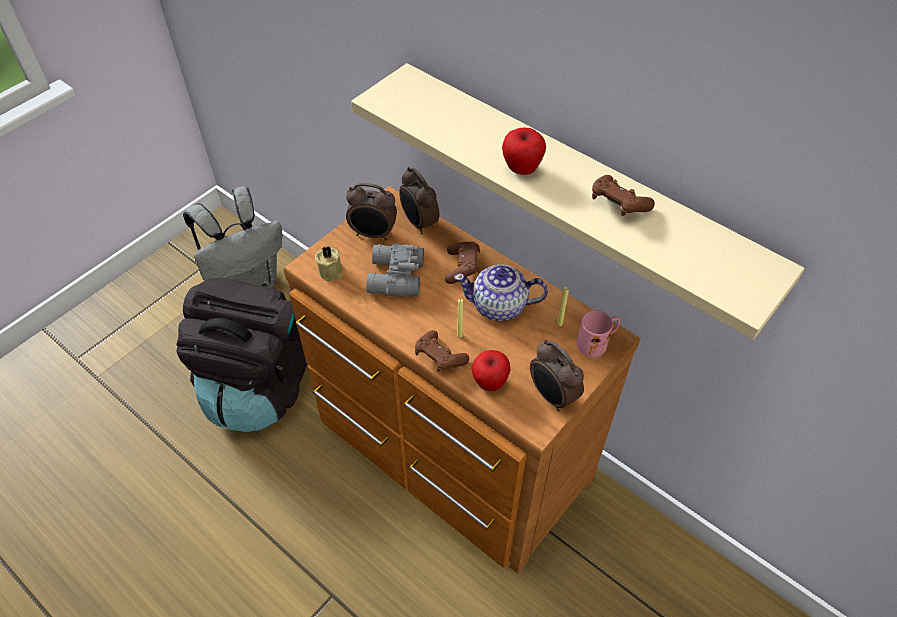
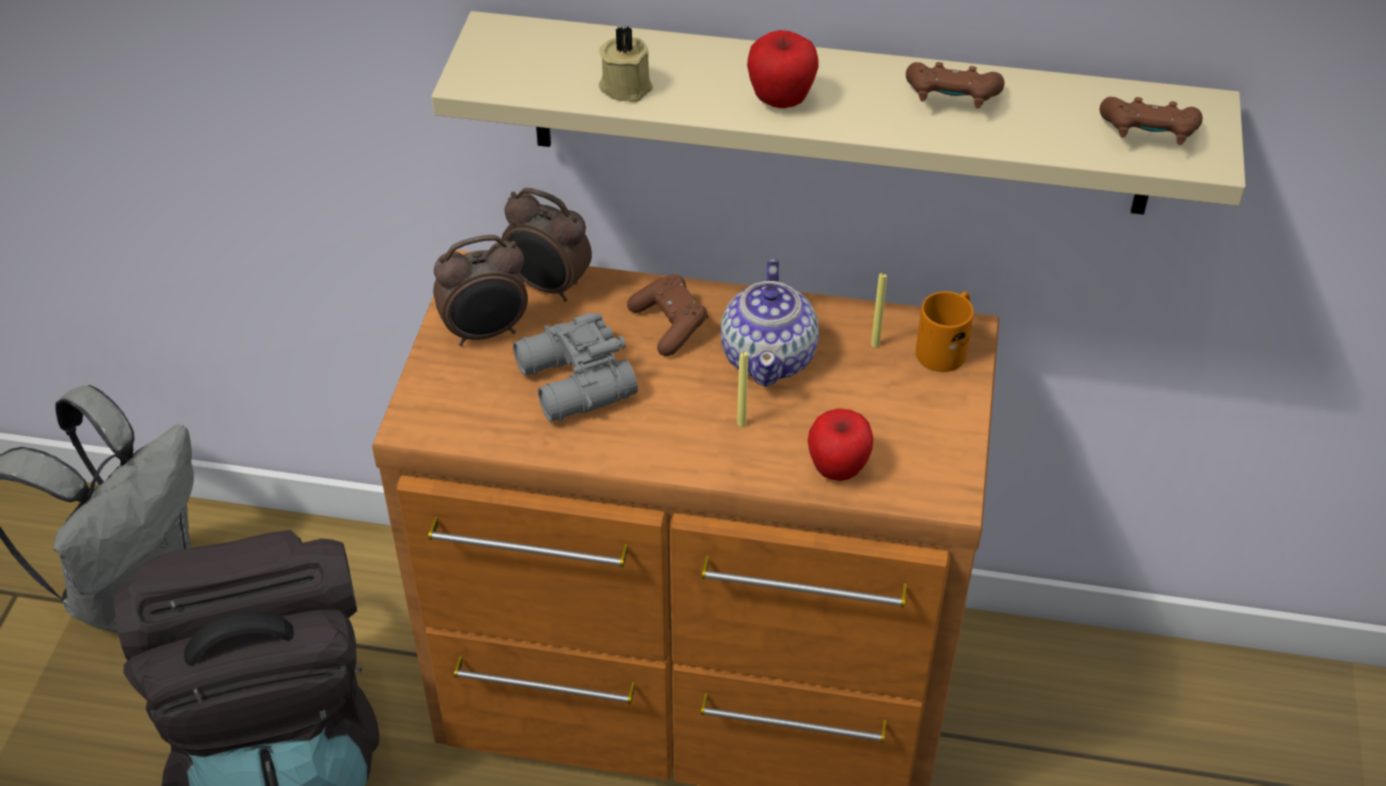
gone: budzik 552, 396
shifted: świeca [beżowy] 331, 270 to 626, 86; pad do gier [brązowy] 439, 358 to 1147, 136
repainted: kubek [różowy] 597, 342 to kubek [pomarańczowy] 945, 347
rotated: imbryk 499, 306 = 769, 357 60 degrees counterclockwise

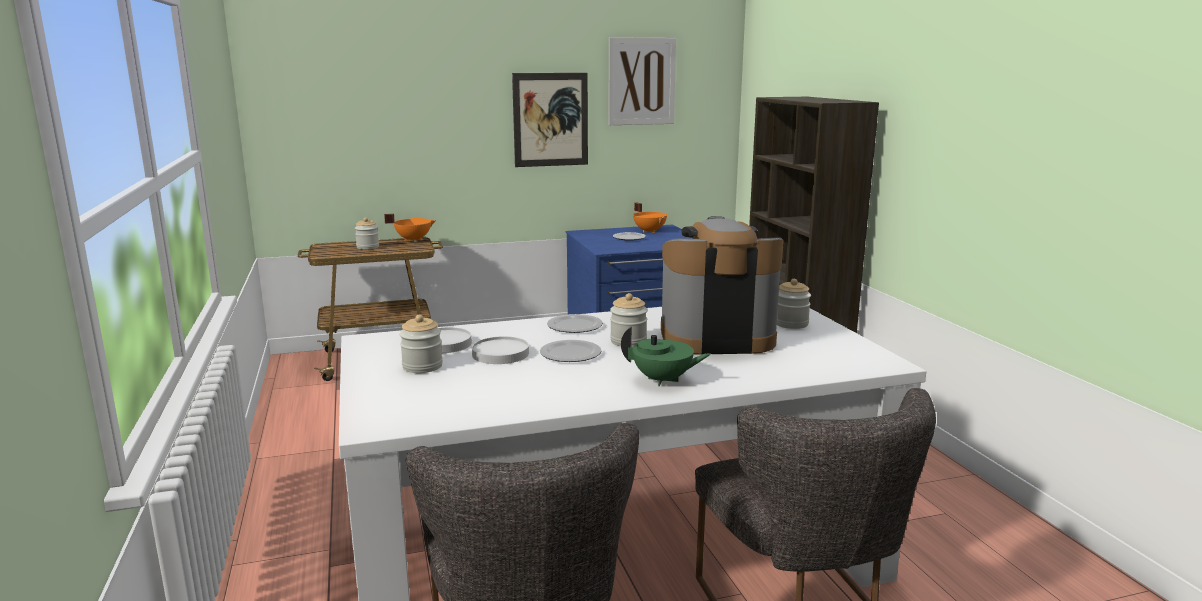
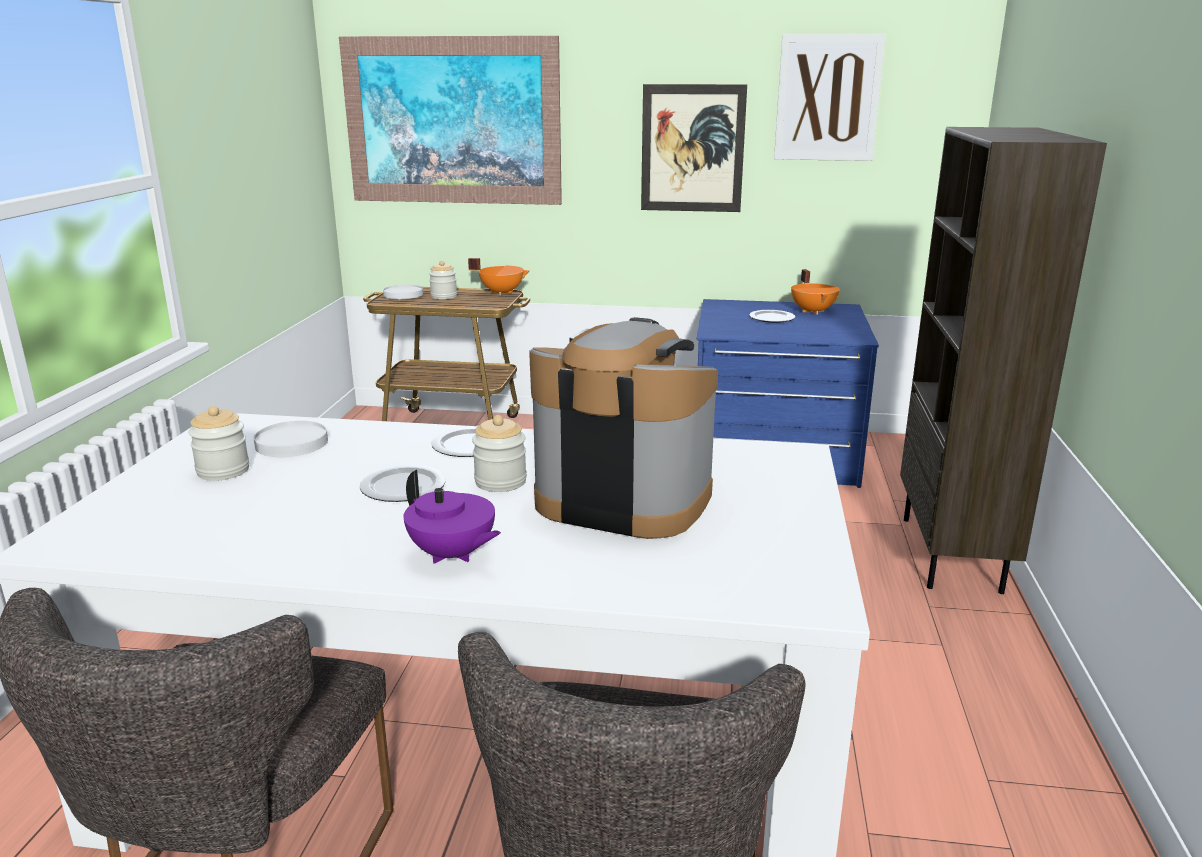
gone: słoik 791, 324
new: obraz 452, 121
shifted: talerz [biały] 501, 354 to 403, 294
repainted: imbryk [zielony] 663, 380 to imbryk [fioletowy] 452, 555

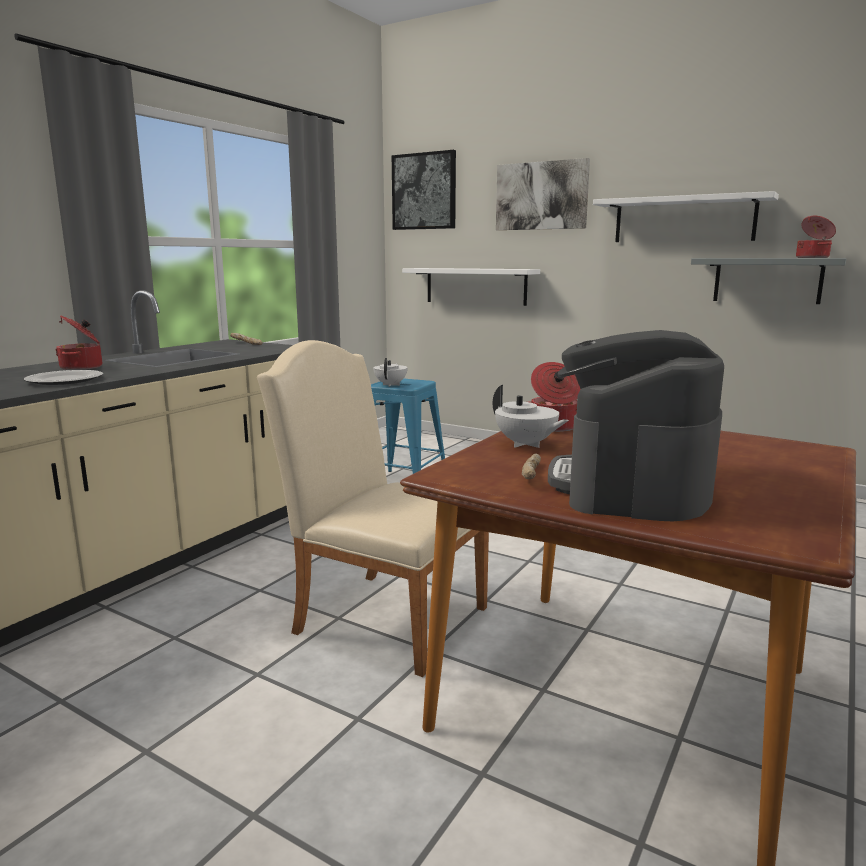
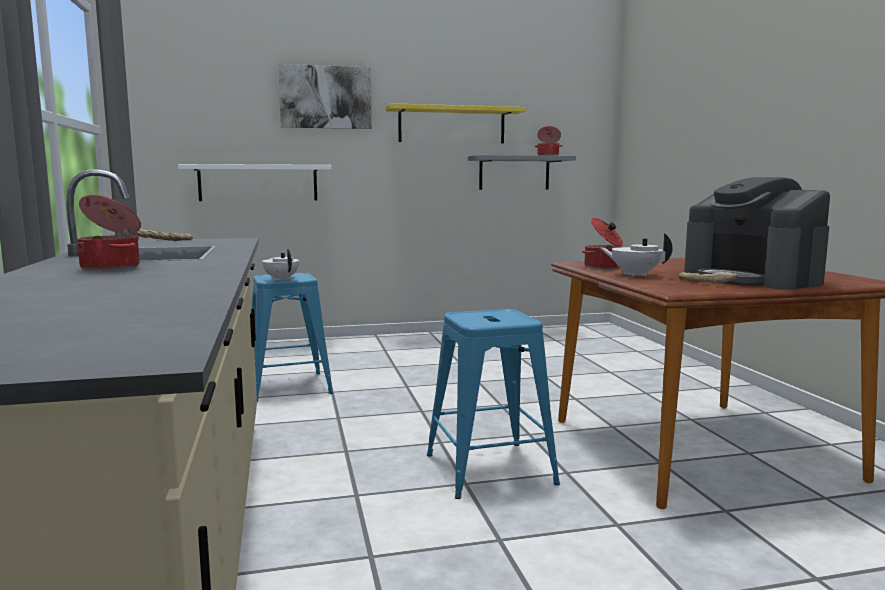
gone: talerz 65, 380; obraz 424, 191
swapped: krzesło [beżowy] 381, 616 to stołek [niebieski] 490, 469
repainted: półka [biały] 683, 220 to półka [żółty] 452, 125
rotated: imbryk [biały] 526, 444 = 634, 274 150 degrees counterclockwise

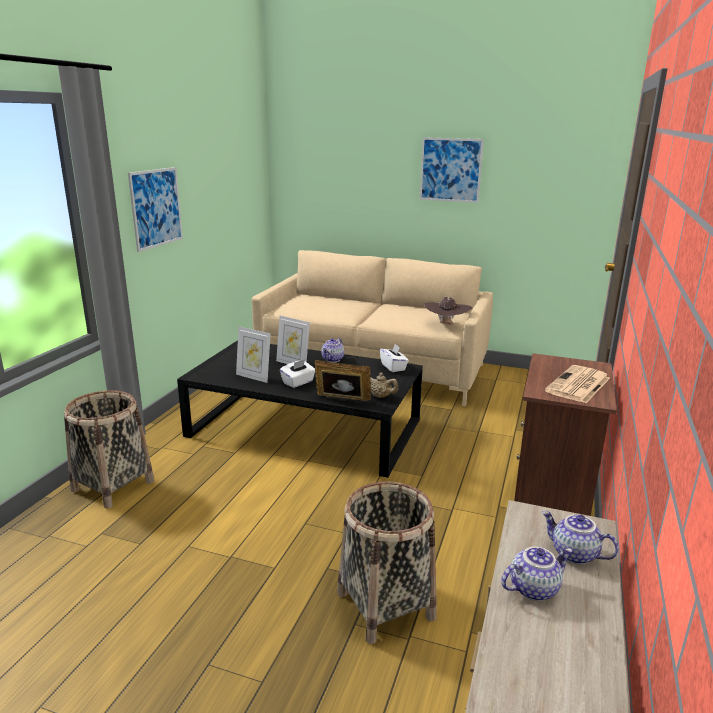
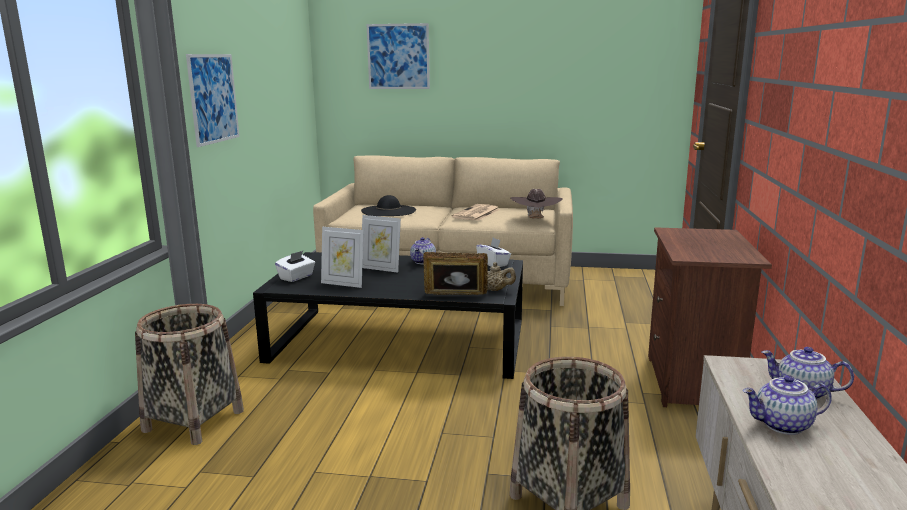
new: kapelusz [czarny] 388, 211
shifted: pudełko chusteczek [biały] 298, 382 to 296, 277; obraz 450, 170 to 398, 56; gazeta 578, 385 to 476, 213
rotated: imbryk 533, 588 = 783, 425 150 degrees counterclockwise

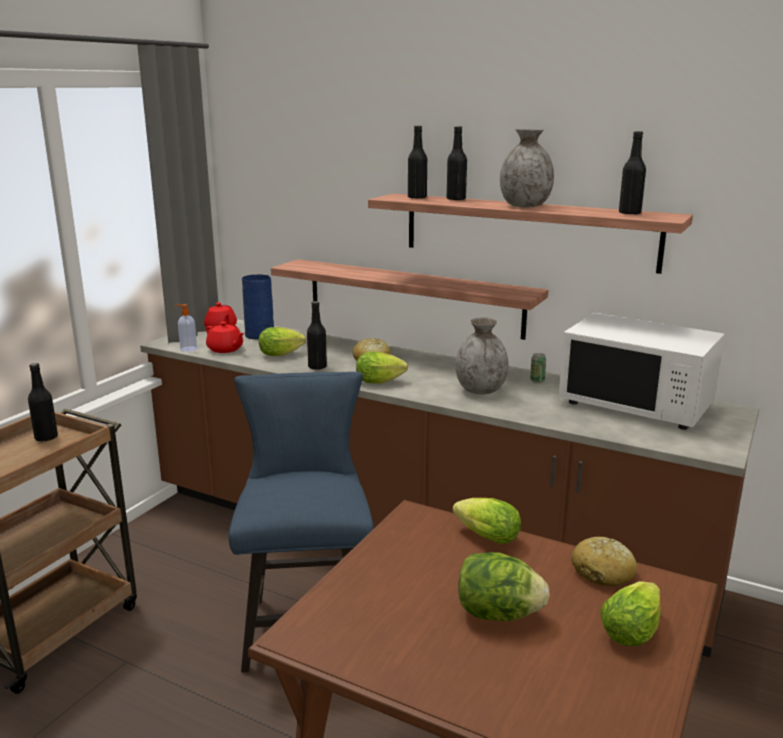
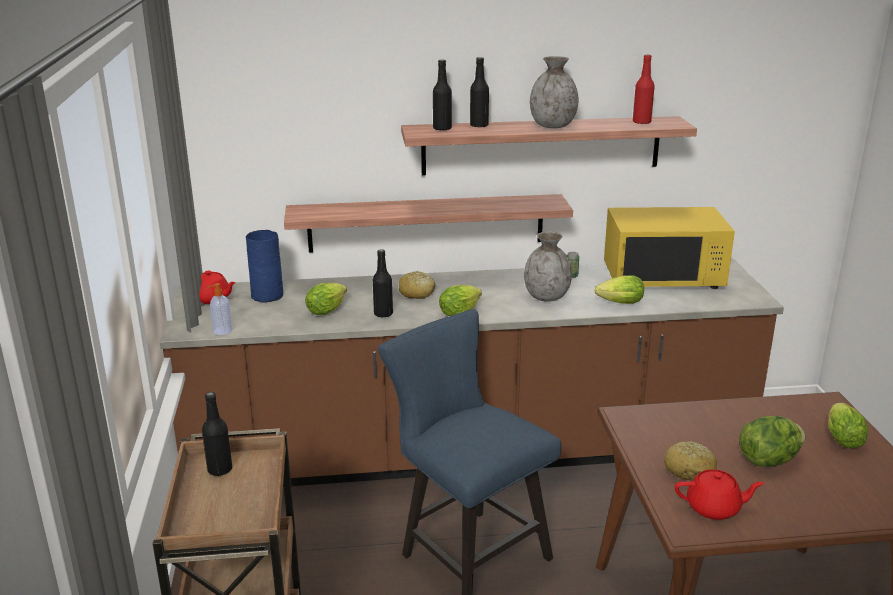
shifted: imbryk [czerwony] 225, 349 to 714, 508; sałata 483, 536 to 618, 303; chleb 603, 572 to 689, 470
repainted: mikrofalówka [biały] 636, 405 to mikrofalówka [żółty] 663, 277; butelka [czarny] 629, 213 to butelka [czerwony] 641, 122

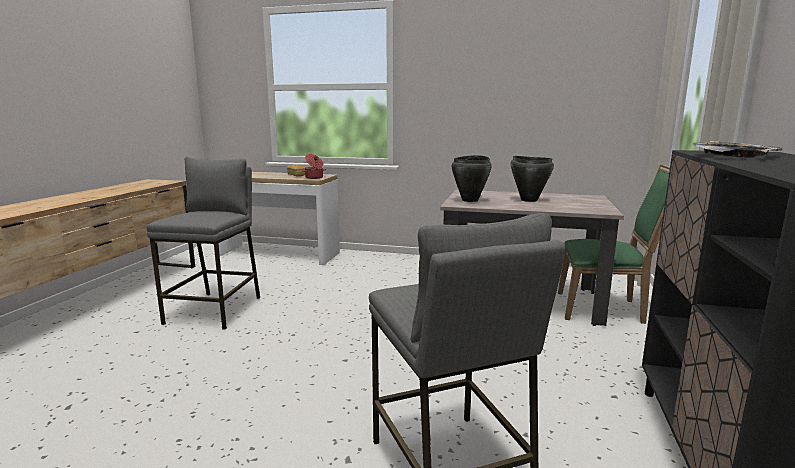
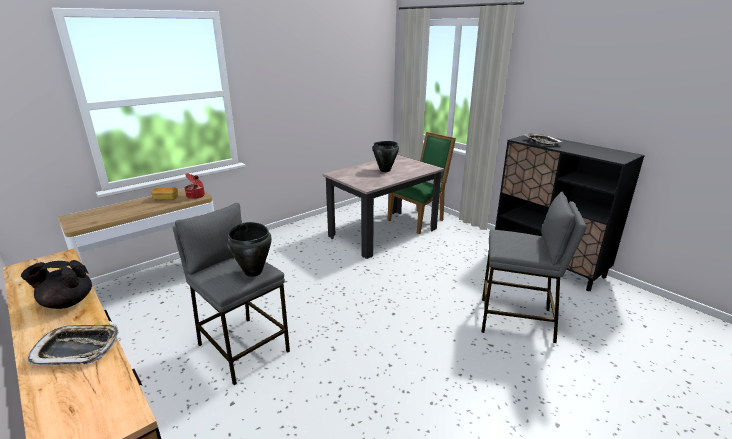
new: imbryk [czarny] 67, 302; taca 77, 348
shifted: garnek [czarny] 470, 200 to 253, 272

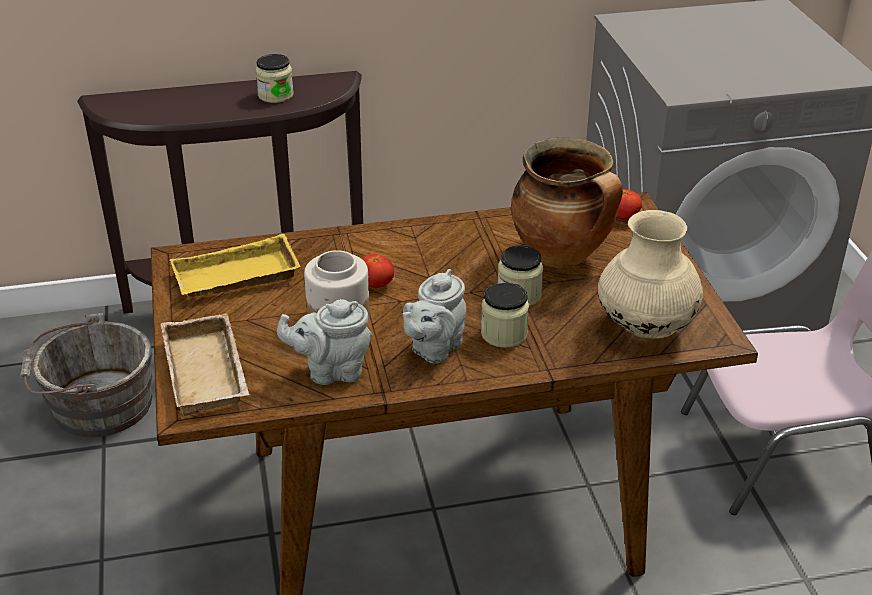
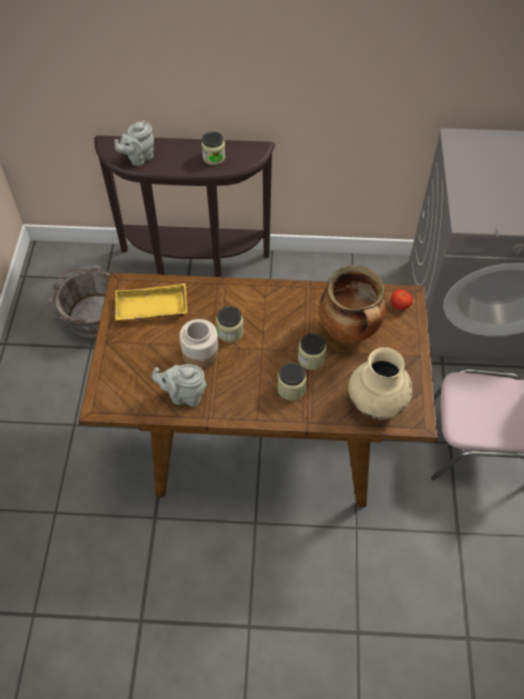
gone: taca [beżowy] 209, 372
shifted: imbryk [szary] 434, 349 to 138, 158
swapped: pomidor 376, 285 to słoik 230, 332

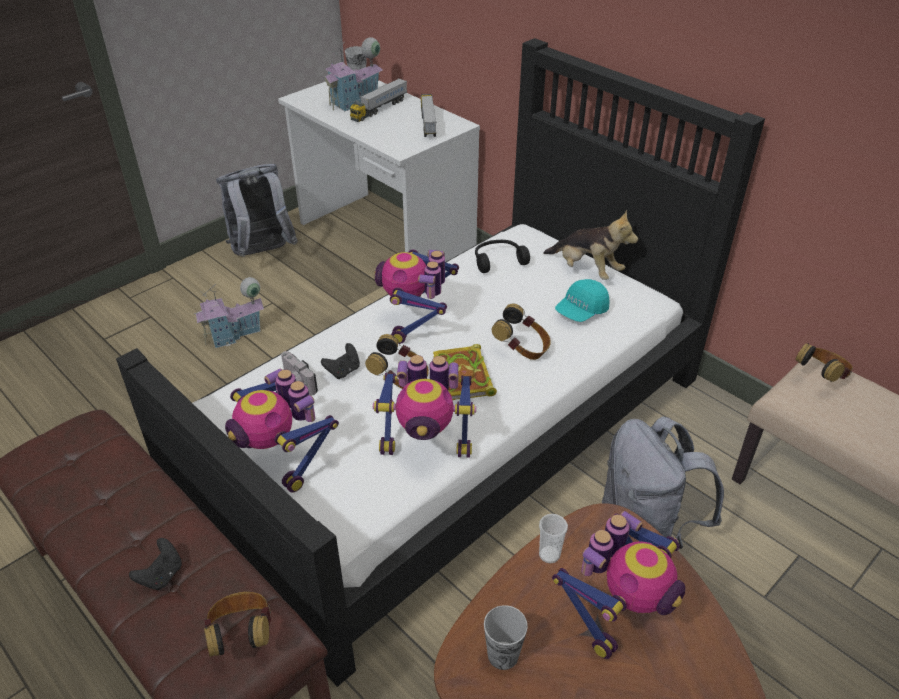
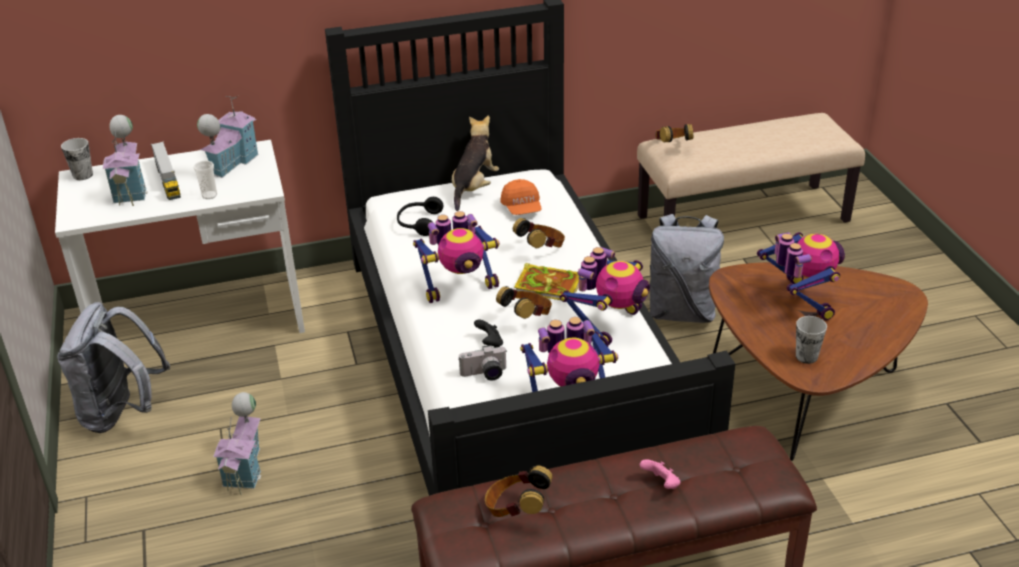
shifted: słuchawki 242, 635 to 516, 510; filiżanka 549, 555 to 209, 195
swapped: ciężarówka zabawkowa 428, 123 to domek 232, 162
repainted: pad do gier [czarny] 162, 575 to pad do gier [różowy] 661, 484; czapka z daszkiem [turkusowy] 581, 311 to czapka z daszkiem [pomarańczowy] 522, 208
rotated: robot zabawkowy 417, 321 = 460, 288 60 degrees counterclockwise; pluszak 586, 270 = 474, 187 45 degrees counterclockwise

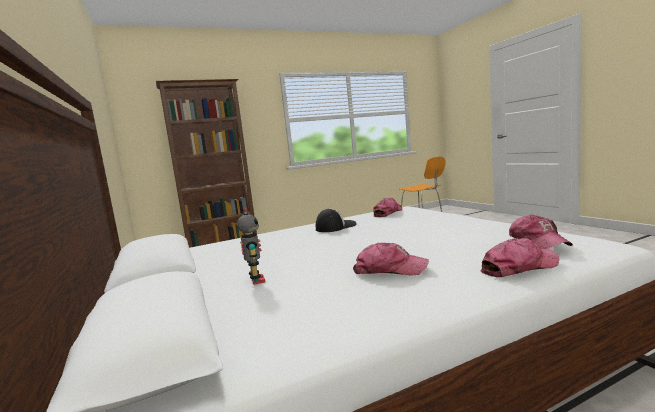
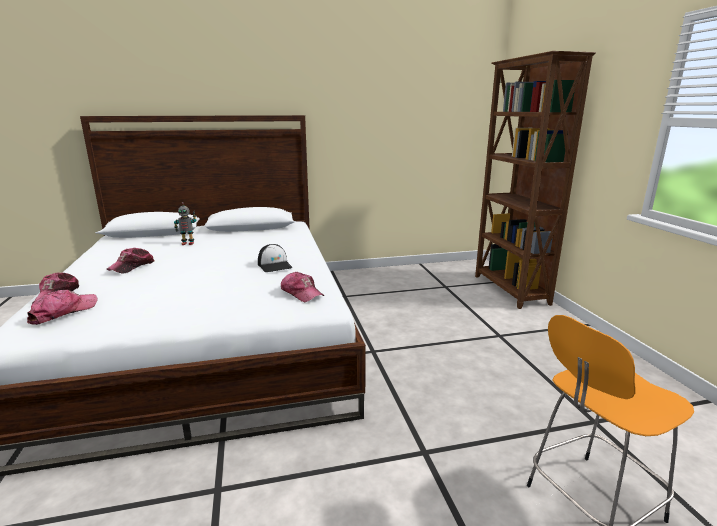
rotated: czapka z daszkiem 537, 241 = 63, 312 120 degrees clockwise

